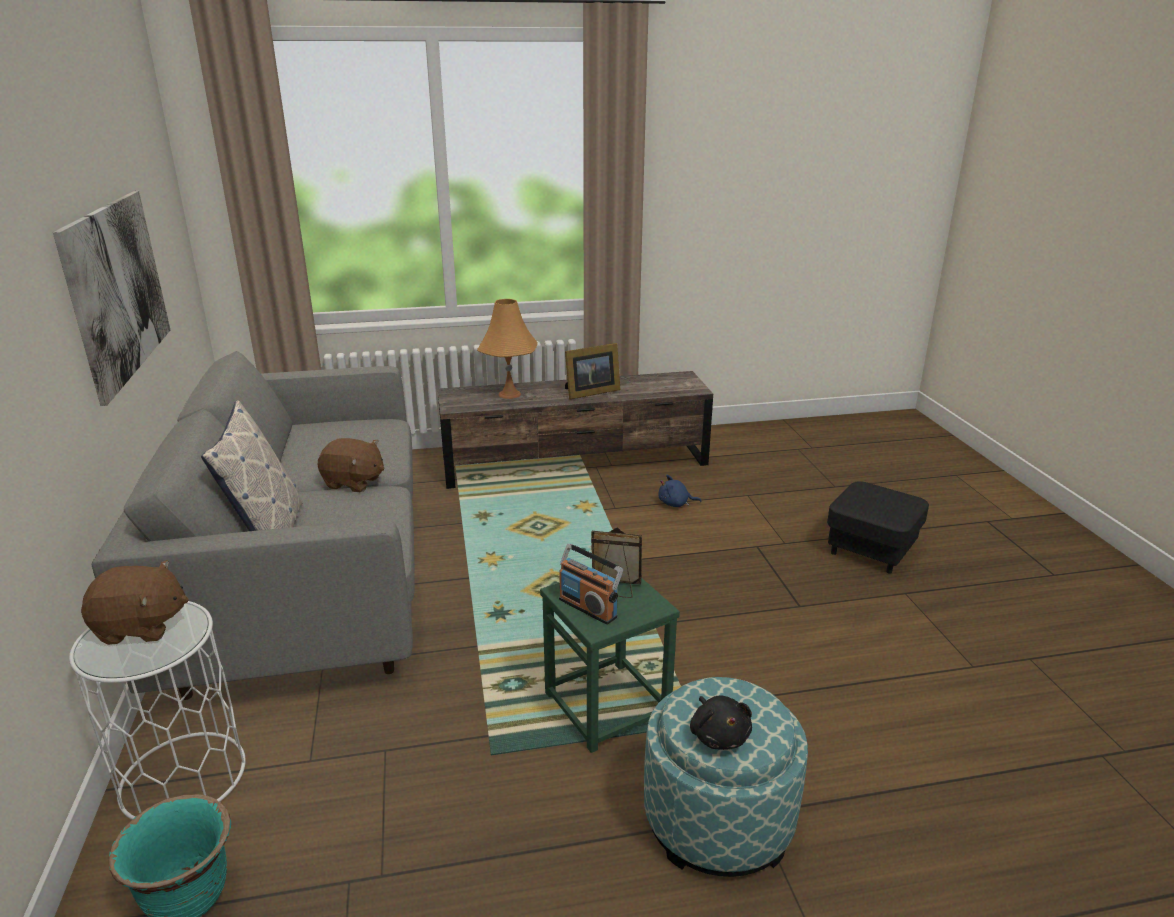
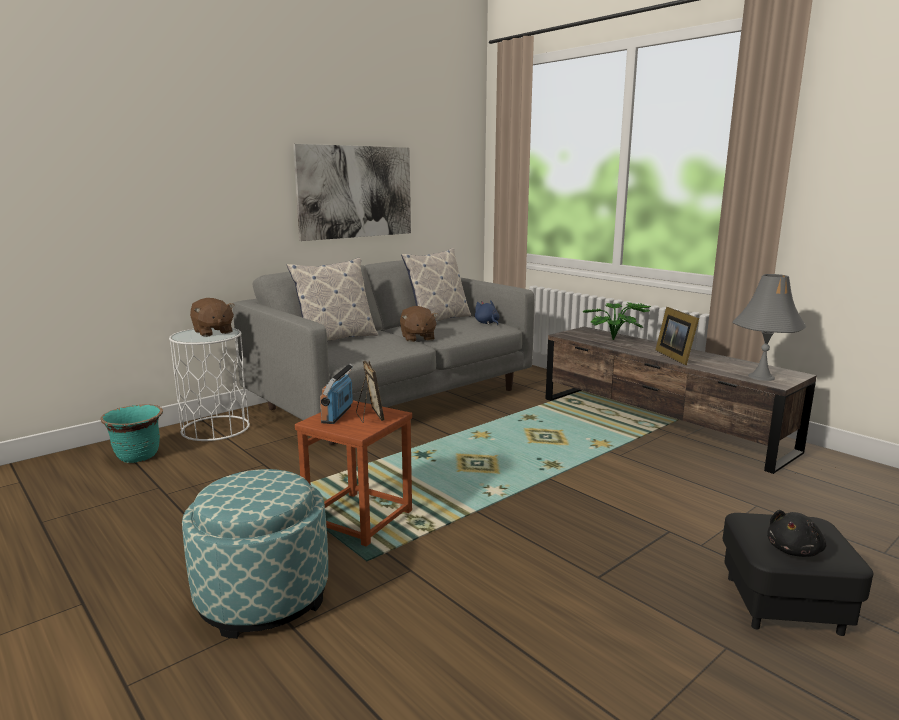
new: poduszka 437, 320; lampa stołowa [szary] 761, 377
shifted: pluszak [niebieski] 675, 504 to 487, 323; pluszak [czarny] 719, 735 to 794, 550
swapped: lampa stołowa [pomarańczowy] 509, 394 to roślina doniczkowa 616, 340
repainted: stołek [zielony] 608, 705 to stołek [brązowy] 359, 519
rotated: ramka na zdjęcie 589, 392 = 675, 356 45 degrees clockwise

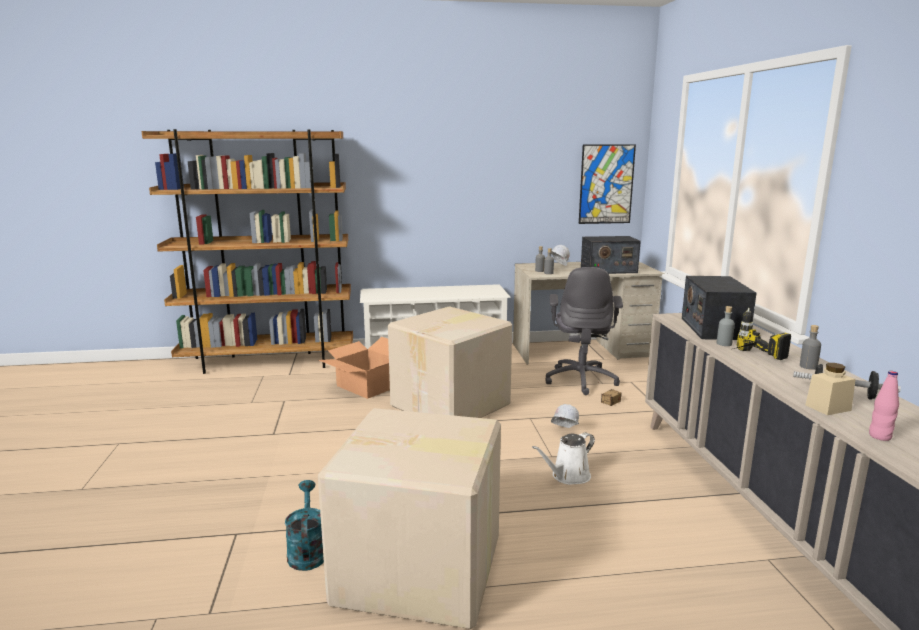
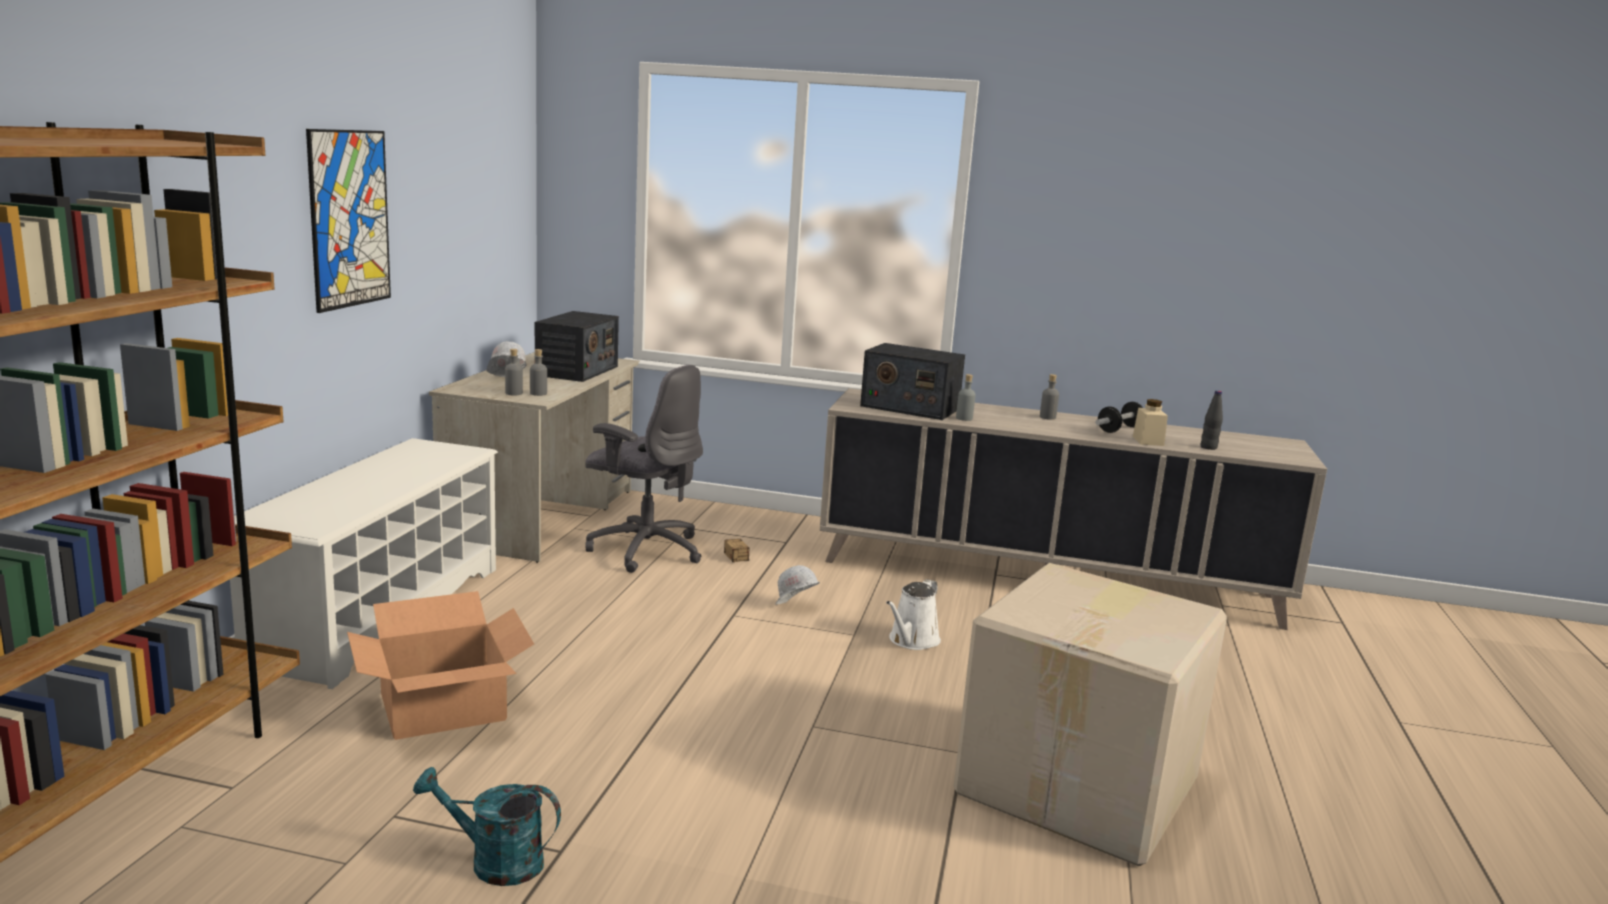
gone: karton 452, 405; wiertarka 748, 358
shifted: konewka [turkusowy] 307, 551 to 494, 862; obraz 606, 184 to 349, 219
repainted: butelka [różowy] 880, 436 to butelka [czarny] 1208, 447
rotated: konewka [biały] 568, 476 = 912, 641 45 degrees clockwise

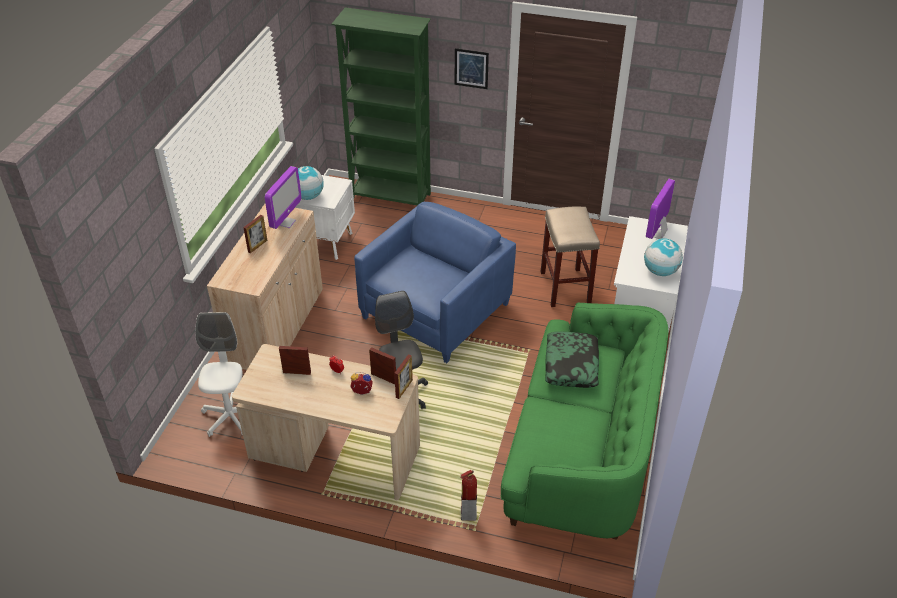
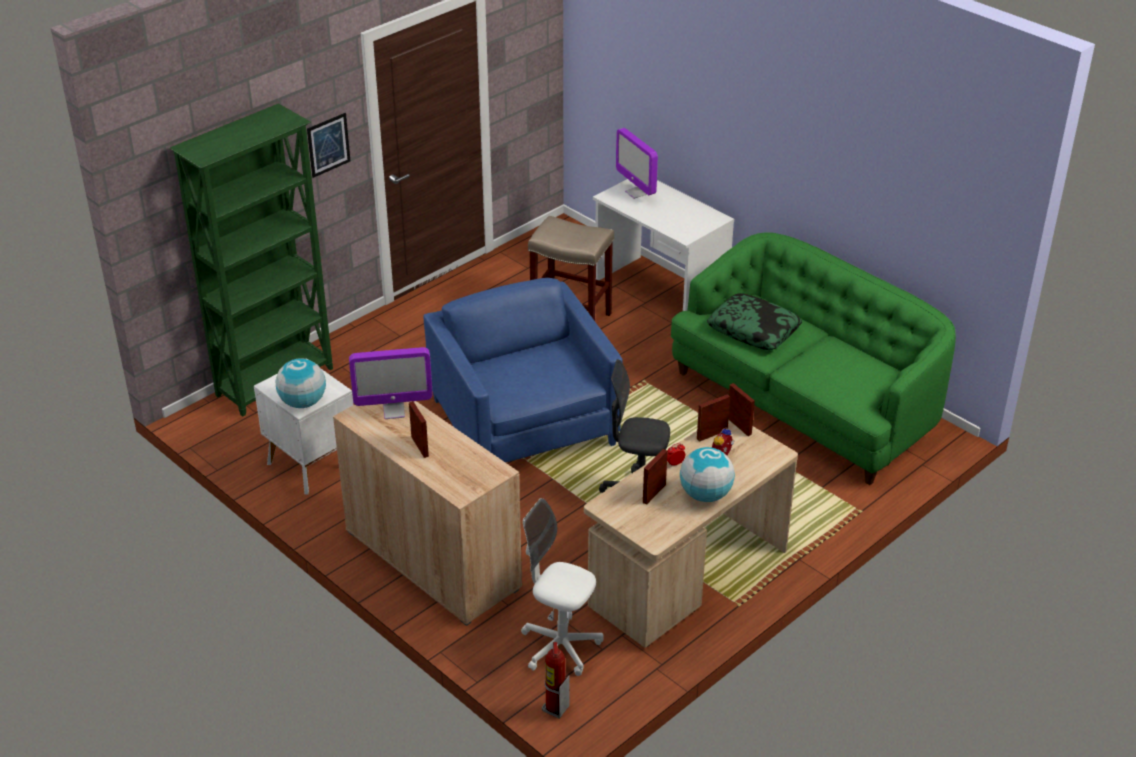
shifted: gaśnica 468, 514 to 555, 708; globus 660, 271 to 705, 495
rotated: monitor 286, 222 = 394, 411 120 degrees clockwise

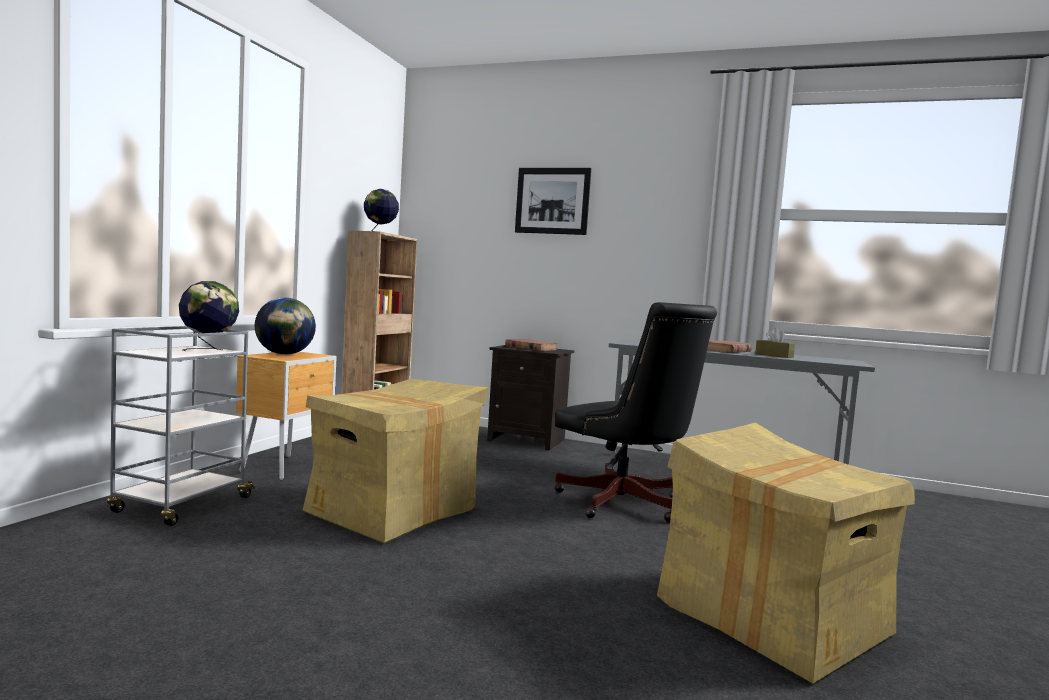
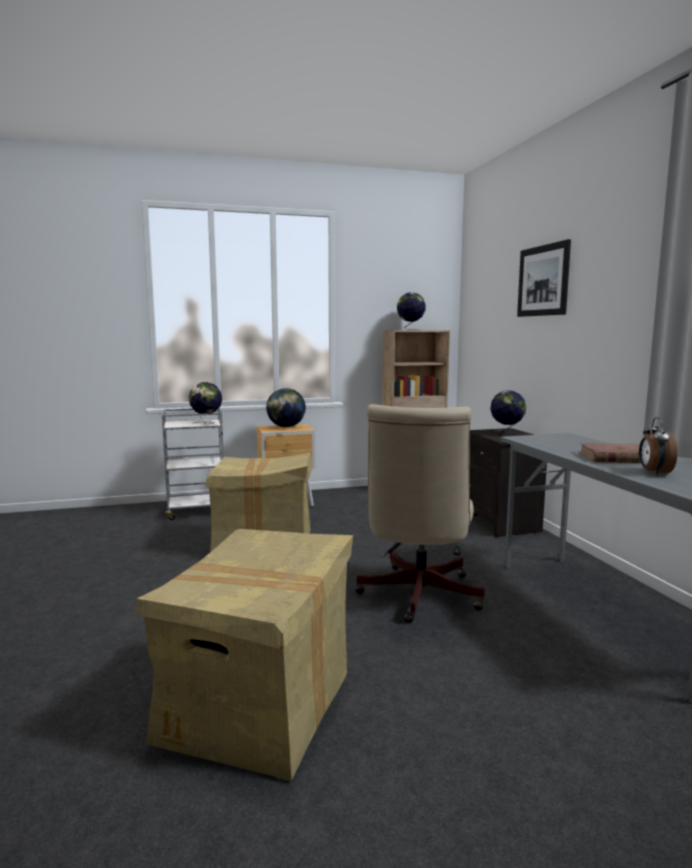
swapped: książka [brązowy] 531, 348 to globus 506, 434; pudełko chusteczek [brązowy] 774, 355 to budzik 654, 472
repainted: krzesło biurowe [czarny] 626, 505 to krzesło biurowe [beżowy] 417, 597

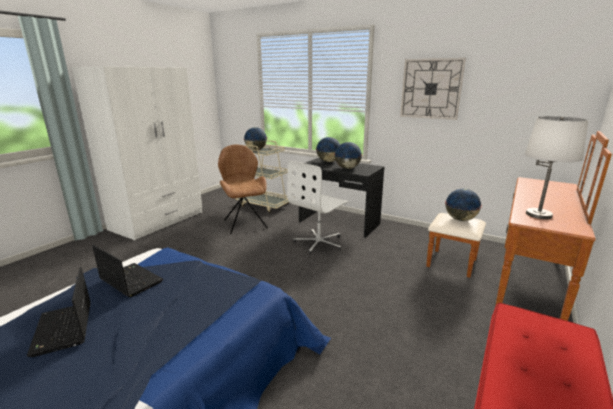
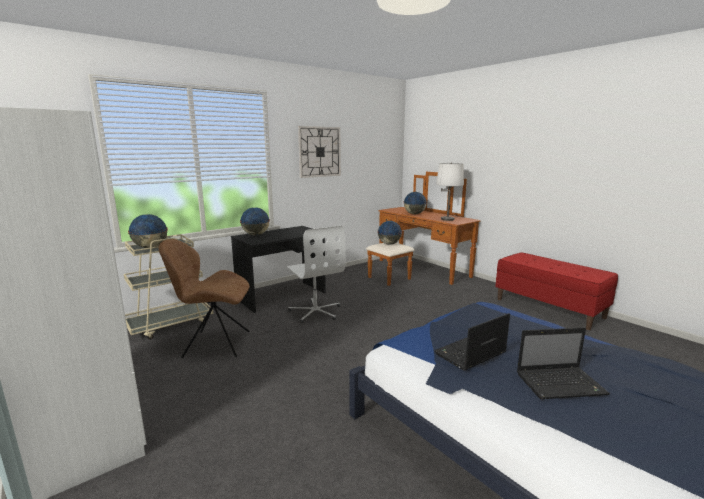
shifted: globus 347, 168 to 414, 214

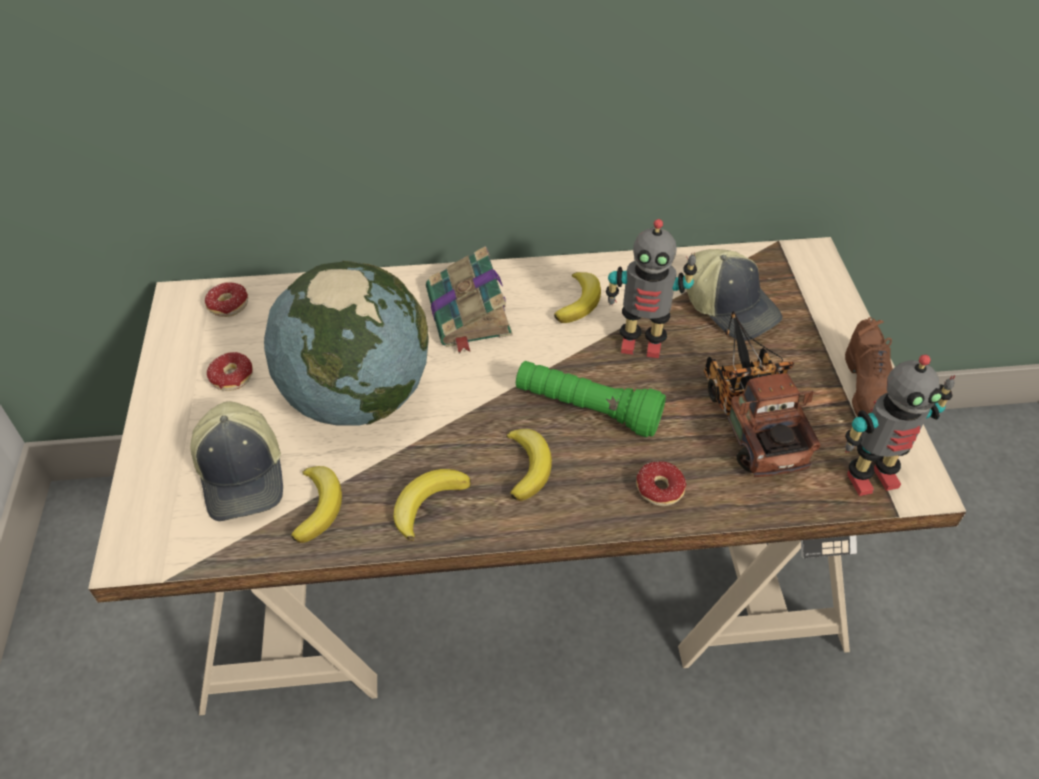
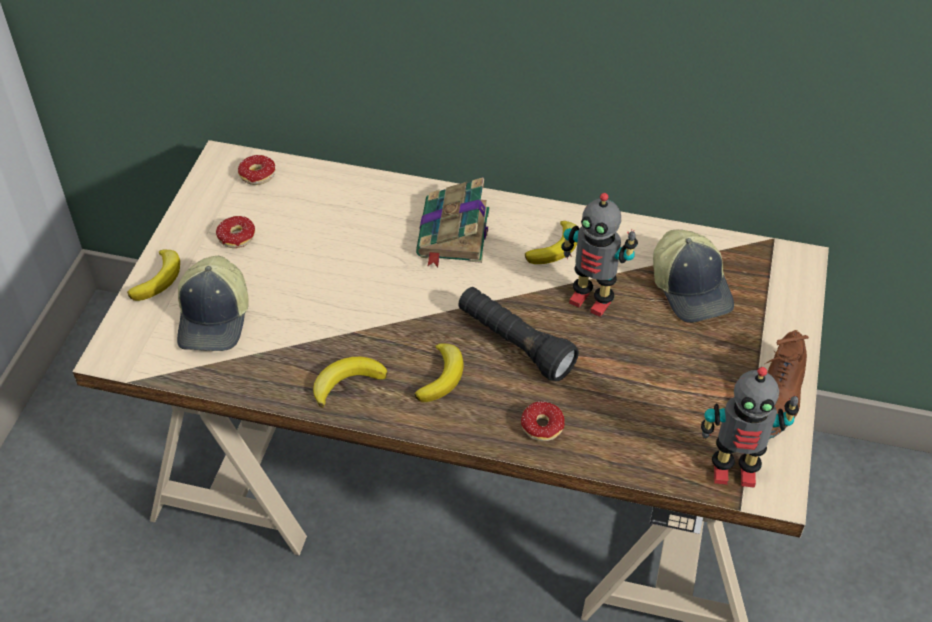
gone: globus 357, 397; ciężarówka zabawkowa 749, 415
shifted: banan 318, 506 to 159, 278
repainted: latarka [zielony] 587, 410 to latarka [czarny] 514, 344

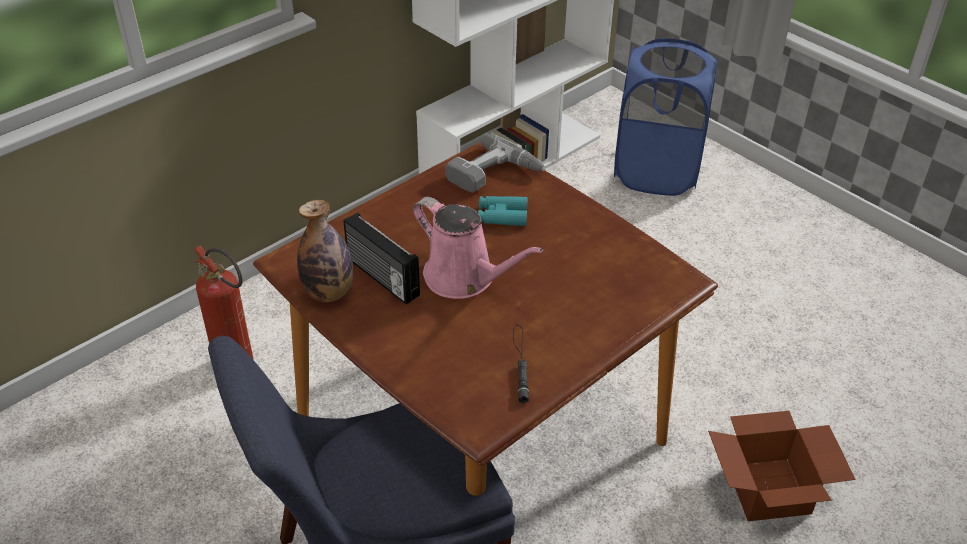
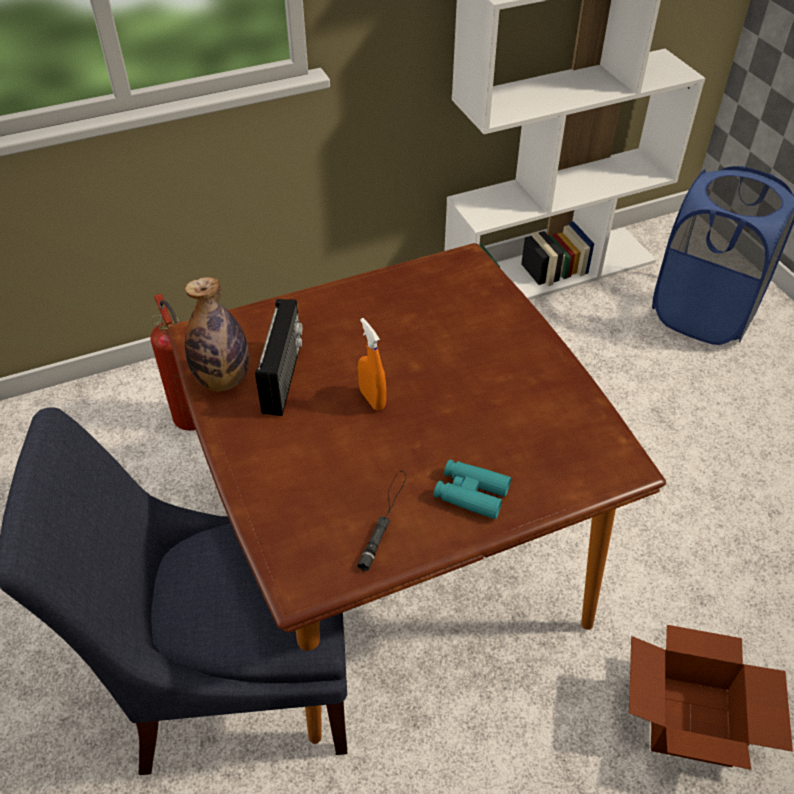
gone: wiertarka 495, 175
shifted: lornetka [turkusowy] 502, 216 to 471, 494
swapped: konewka [różowy] 464, 278 to spryskiwacz [pomarańczowy] 372, 399
rotated: radio 381, 278 = 284, 377 150 degrees counterclockwise

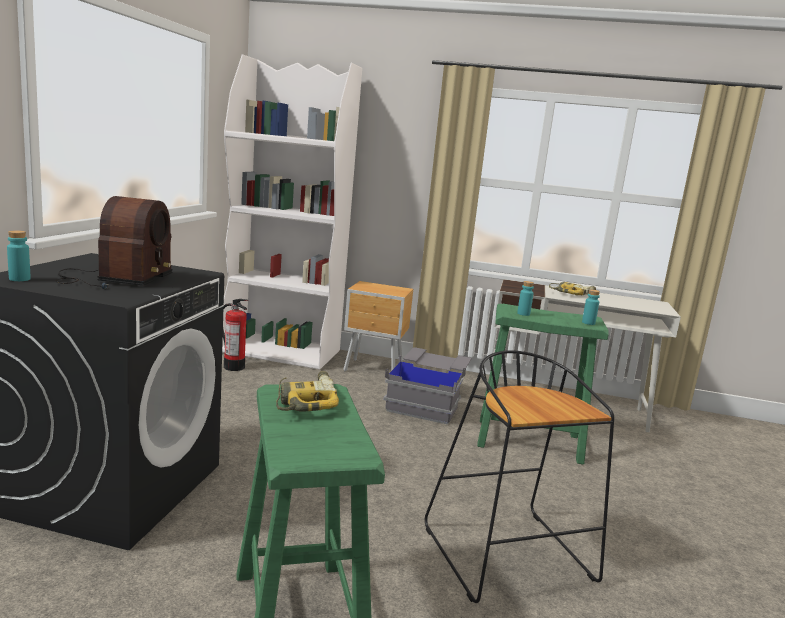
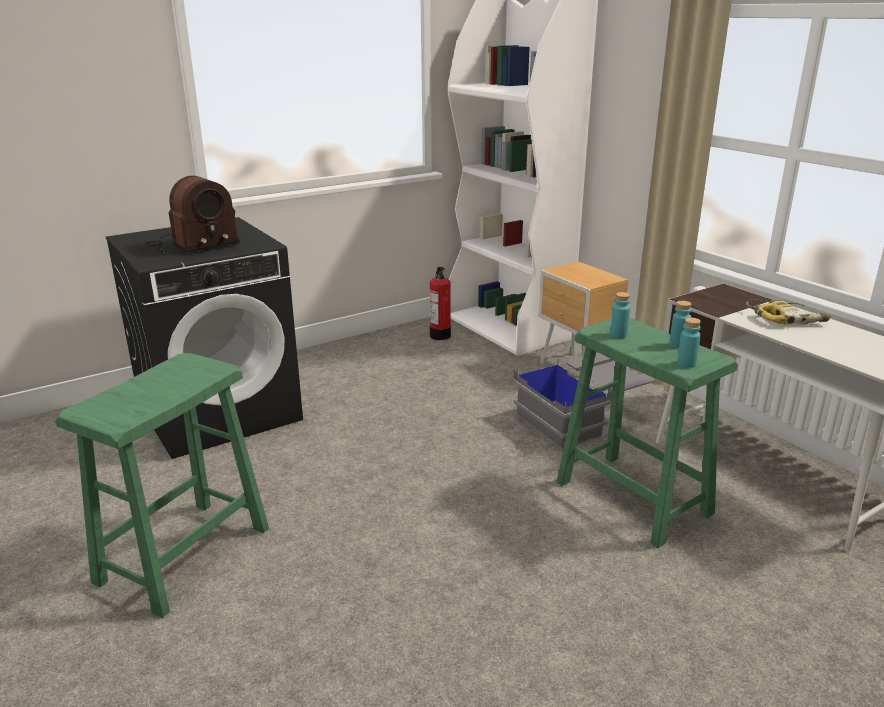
gone: wiertarka 304, 400; stołek [czarny] 510, 556
shifted: butelka [turkusowy] 19, 279 to 678, 344

